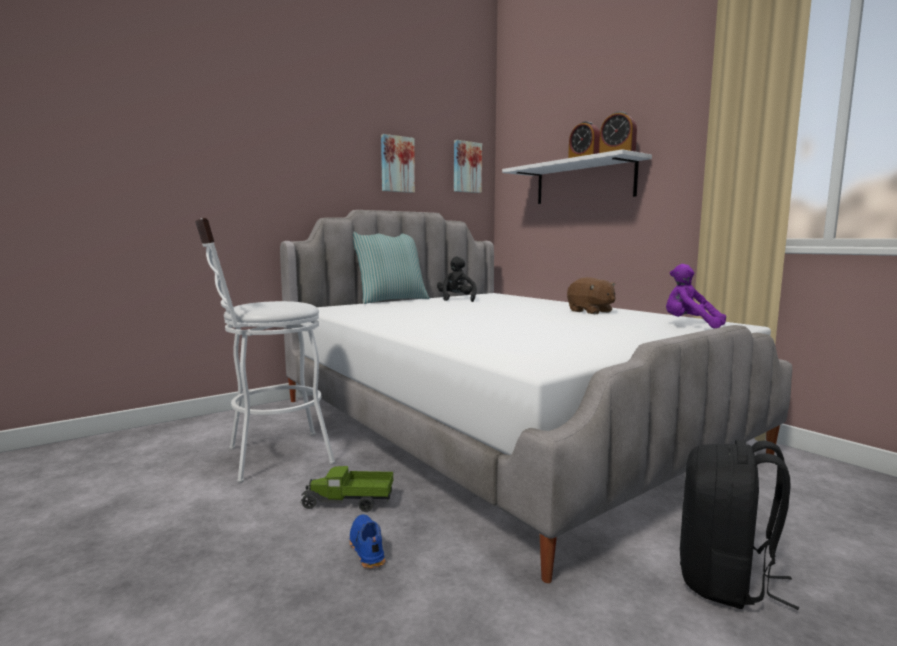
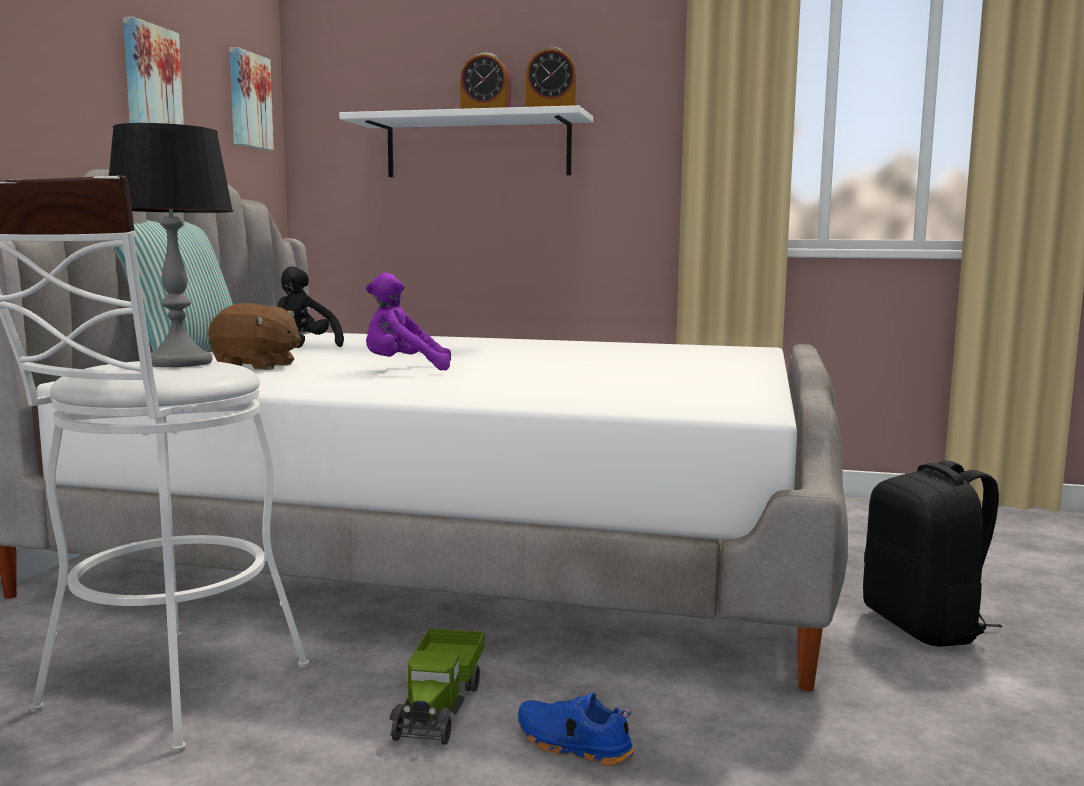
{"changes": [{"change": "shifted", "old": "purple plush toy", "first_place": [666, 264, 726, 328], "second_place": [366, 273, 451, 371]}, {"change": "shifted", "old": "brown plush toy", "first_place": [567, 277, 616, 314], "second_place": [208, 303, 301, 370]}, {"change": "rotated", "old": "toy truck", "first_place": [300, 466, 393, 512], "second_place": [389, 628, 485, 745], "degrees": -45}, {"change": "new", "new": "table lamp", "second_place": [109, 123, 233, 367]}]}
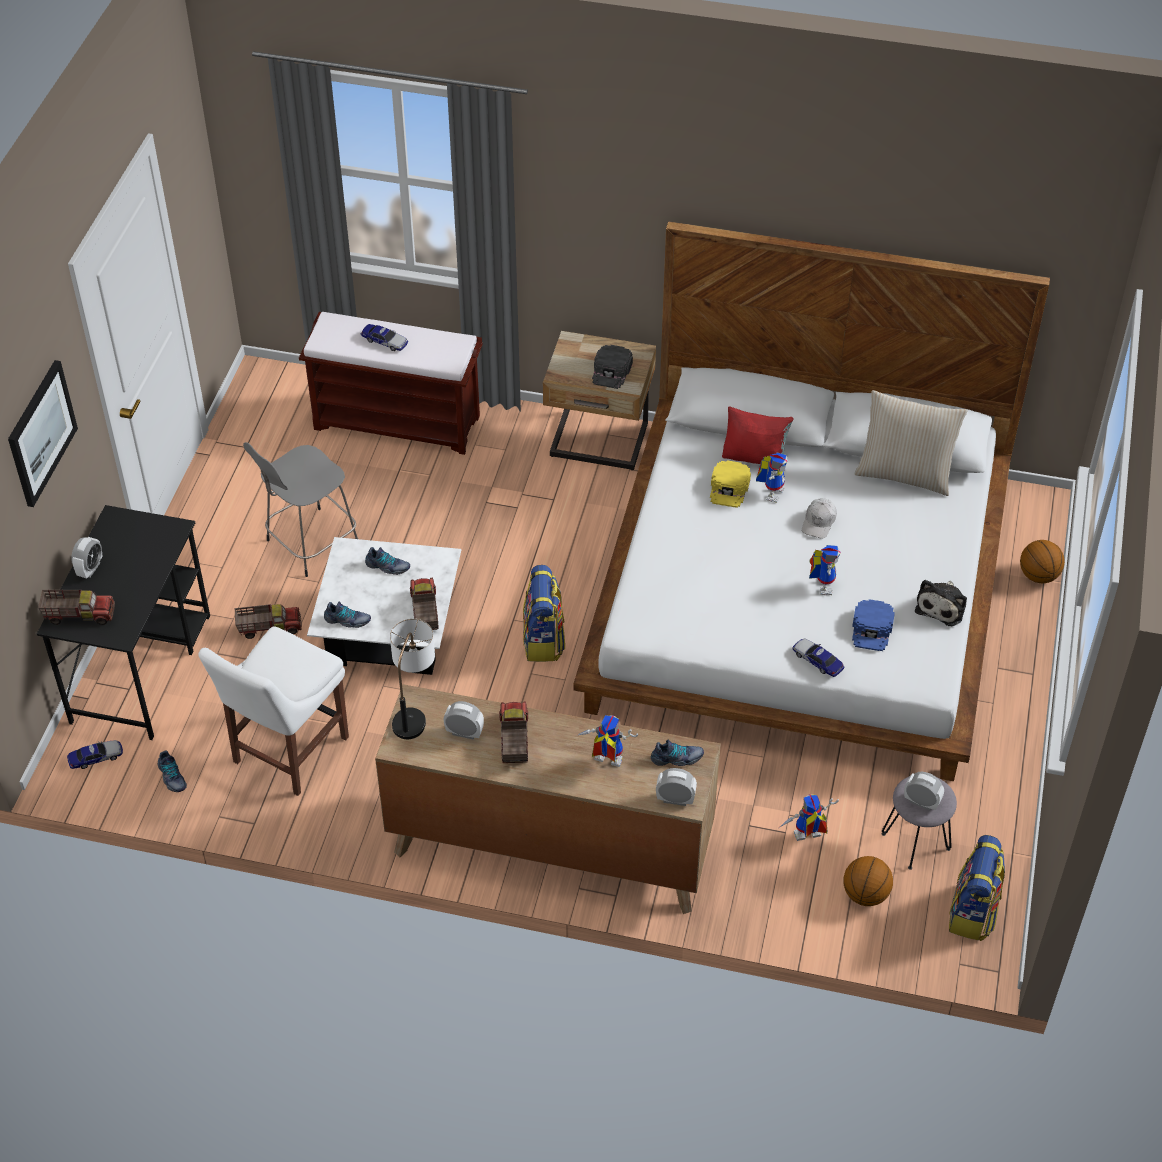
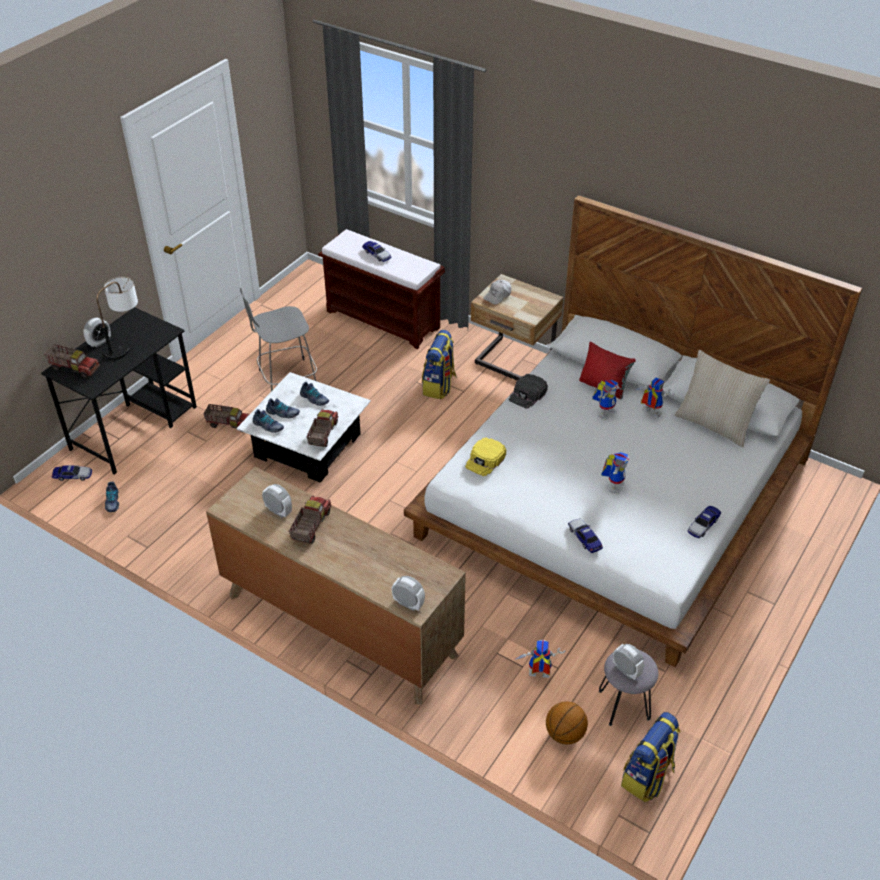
{"changes": [{"change": "shifted", "old": "black cap", "first_place": [592, 345, 633, 389], "second_place": [509, 374, 548, 409]}, {"change": "gone", "old": "picture", "first_place": [8, 360, 78, 507]}, {"change": "shifted", "old": "yellow cap", "first_place": [710, 460, 751, 508], "second_place": [465, 438, 506, 476]}, {"change": "shifted", "old": "white cap", "first_place": [802, 498, 837, 539], "second_place": [483, 280, 511, 305]}, {"change": "gone", "old": "basketball", "first_place": [1020, 540, 1065, 583]}, {"change": "shifted", "old": "backpack", "first_place": [523, 565, 565, 662], "second_place": [422, 330, 457, 400]}, {"change": "swapped", "old": "plush toy", "new": "toy car", "first_place": [915, 580, 967, 626], "second_place": [688, 506, 721, 538]}, {"change": "gone", "old": "blue cap", "first_place": [852, 599, 895, 651]}, {"change": "shifted", "old": "table lamp", "first_place": [390, 619, 435, 739], "second_place": [96, 277, 138, 360]}, {"change": "gone", "old": "white chair", "first_place": [198, 626, 349, 796]}, {"change": "shifted", "old": "toy robot", "first_place": [576, 715, 638, 767], "second_place": [635, 377, 675, 418]}, {"change": "shifted", "old": "shoe", "first_place": [651, 740, 704, 766], "second_place": [266, 398, 300, 418]}]}
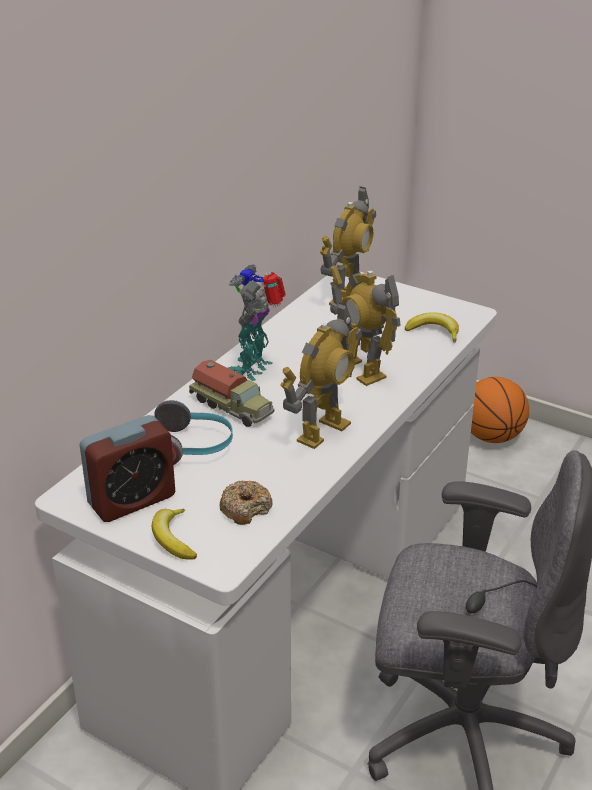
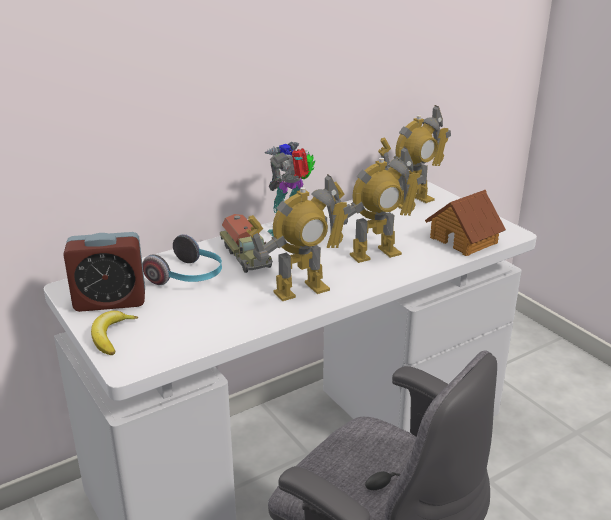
{"changes": [{"change": "rotated", "old": "toy robot", "first_place": [330, 266, 401, 386], "second_place": [333, 146, 424, 263], "degrees": -105}, {"change": "swapped", "old": "banana", "new": "toy house", "first_place": [405, 312, 459, 342], "second_place": [425, 190, 506, 256]}, {"change": "gone", "old": "basketball", "first_place": [471, 377, 529, 443]}, {"change": "gone", "old": "donut", "first_place": [219, 480, 273, 525]}]}
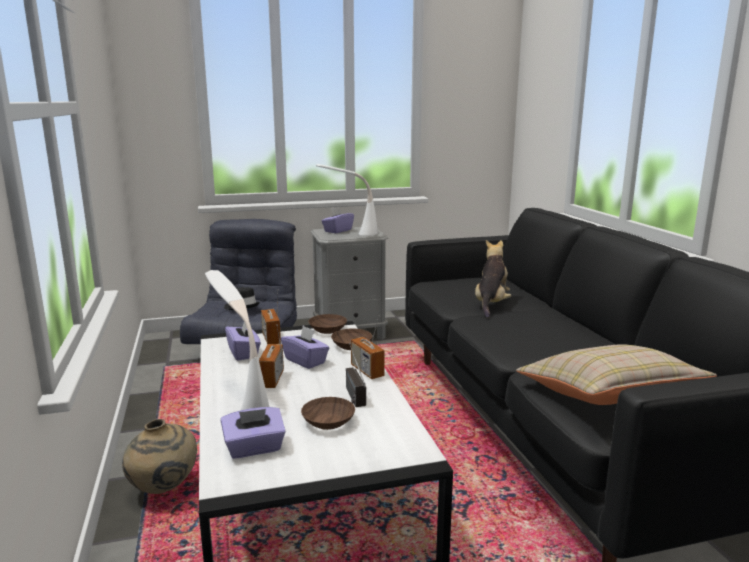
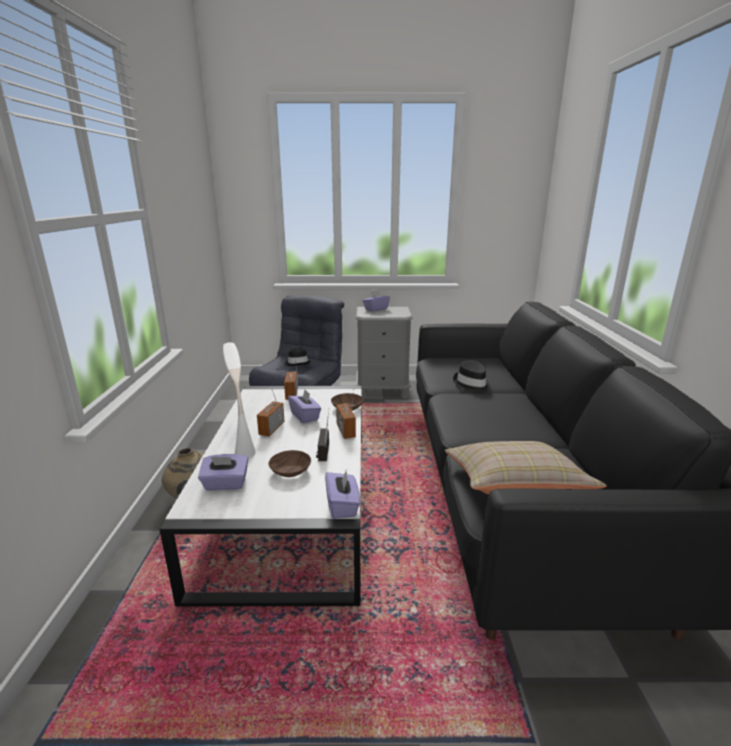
{"changes": [{"change": "gone", "old": "white table lamp", "first_place": [316, 164, 378, 236]}, {"change": "swapped", "old": "plush toy", "new": "black hat", "first_place": [475, 240, 511, 318], "second_place": [453, 360, 491, 393]}, {"change": "gone", "old": "brown bowl", "first_place": [309, 314, 347, 334]}, {"change": "shifted", "old": "purple tissue box", "first_place": [225, 322, 261, 361], "second_place": [325, 468, 360, 519]}]}
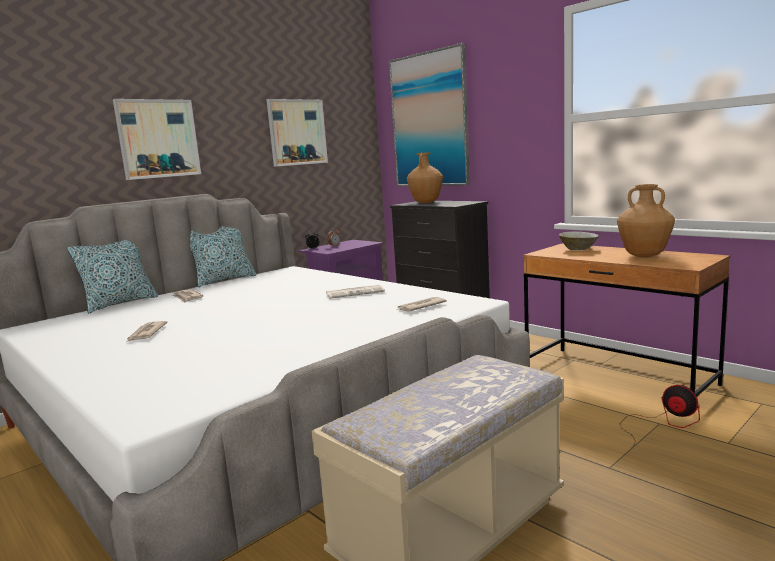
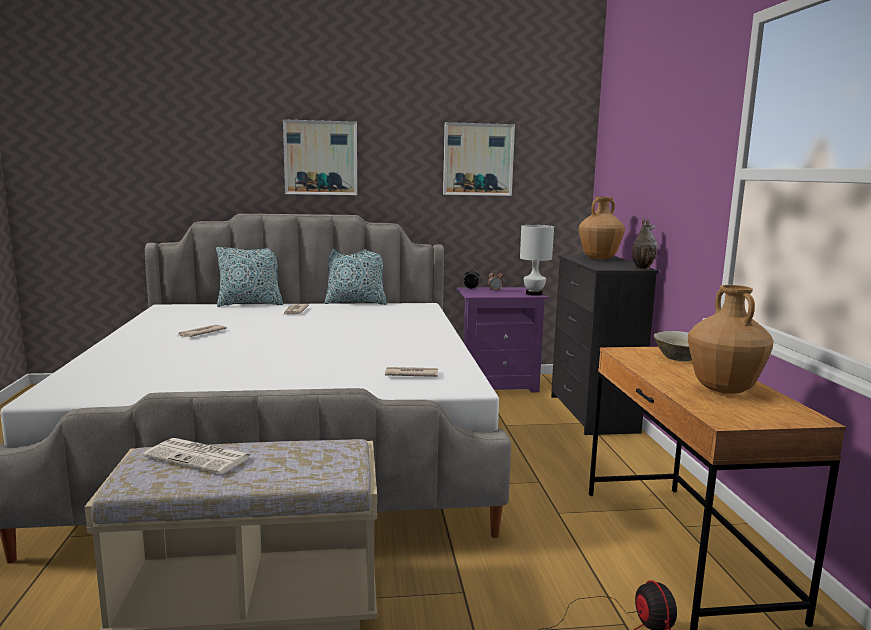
{"changes": [{"change": "gone", "old": "picture", "first_place": [389, 43, 470, 186]}, {"change": "shifted", "old": "newspaper", "first_place": [326, 285, 385, 299], "second_place": [143, 438, 252, 474]}, {"change": "new", "new": "vase", "second_place": [631, 218, 657, 270]}, {"change": "new", "new": "white table lamp", "second_place": [520, 225, 554, 296]}]}
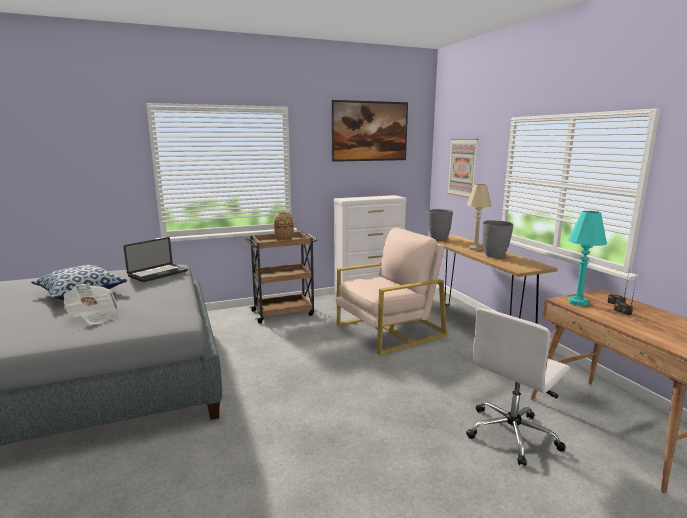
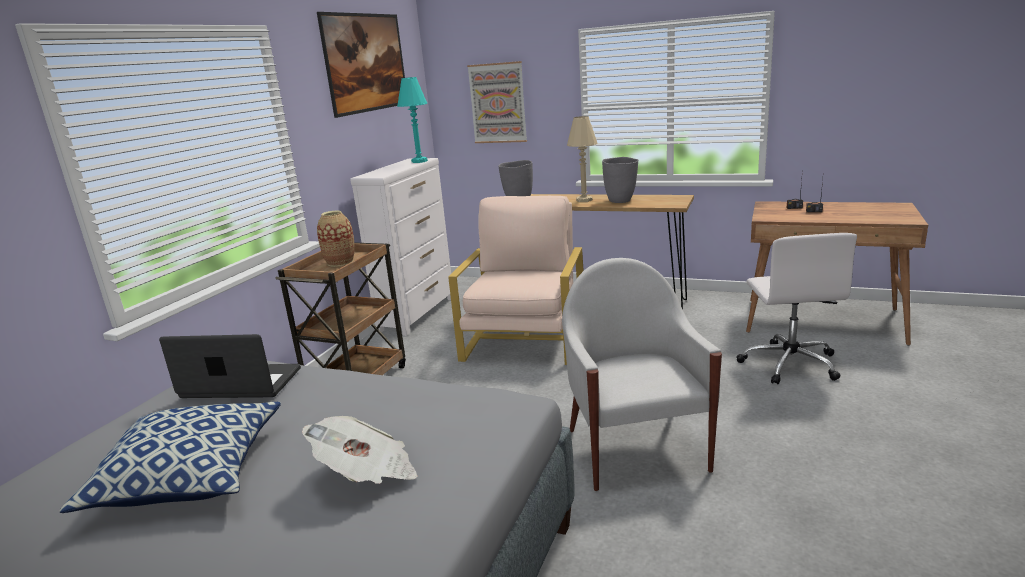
{"changes": [{"change": "shifted", "old": "turquoise table lamp", "first_place": [568, 211, 607, 306], "second_place": [397, 77, 428, 163]}, {"change": "rotated", "old": "laptop", "first_place": [123, 237, 188, 282], "second_place": [159, 334, 301, 398], "degrees": -75}, {"change": "new", "new": "white armchair", "second_place": [562, 258, 722, 491]}]}
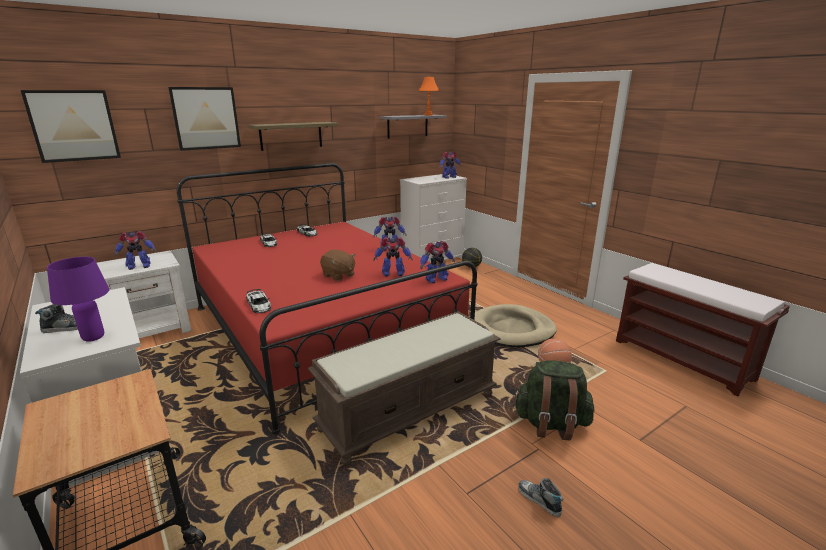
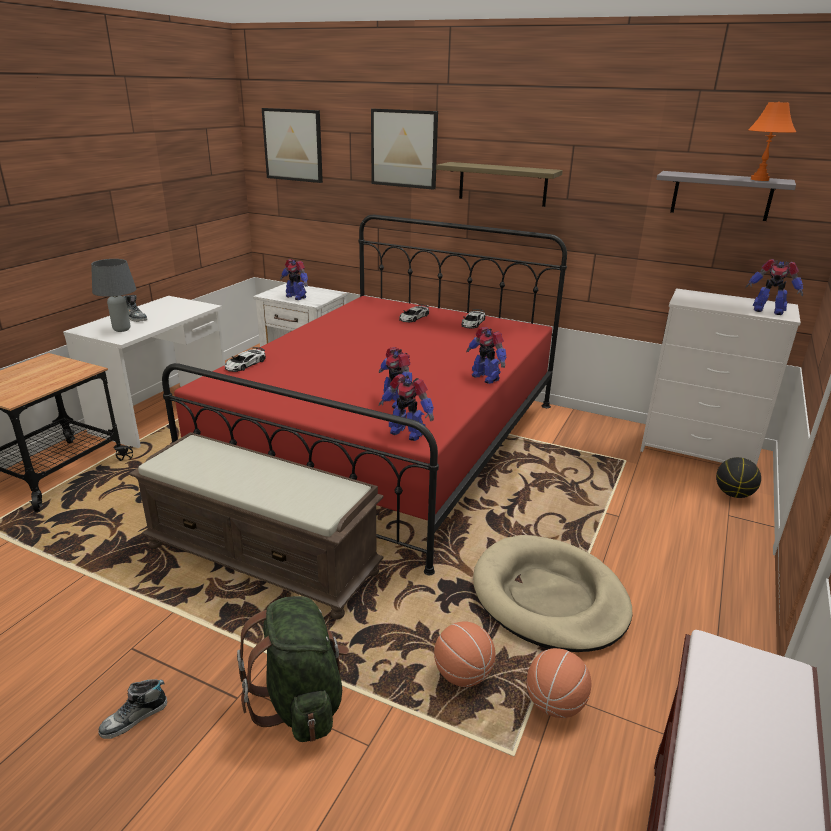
{"changes": [{"change": "gone", "old": "brown plush toy", "first_place": [320, 250, 355, 281]}, {"change": "repainted", "old": "purple table lamp", "new": "grey table lamp", "first_place": [47, 257, 109, 342], "second_place": [91, 259, 136, 332]}, {"change": "rotated", "old": "shoe", "first_place": [518, 478, 563, 517], "second_place": [98, 679, 167, 739], "degrees": -150}, {"change": "new", "new": "basketball", "second_place": [527, 648, 591, 718]}]}
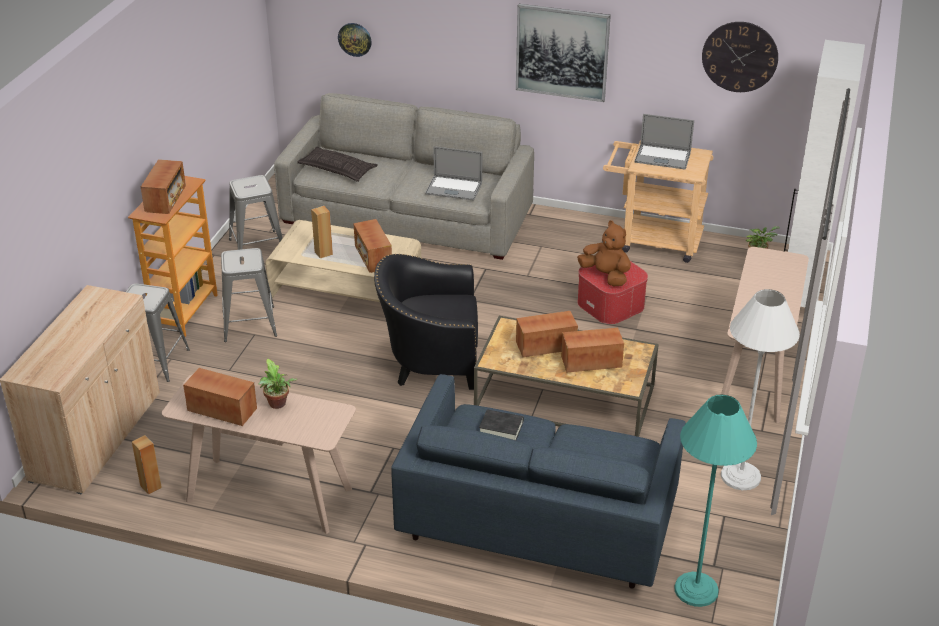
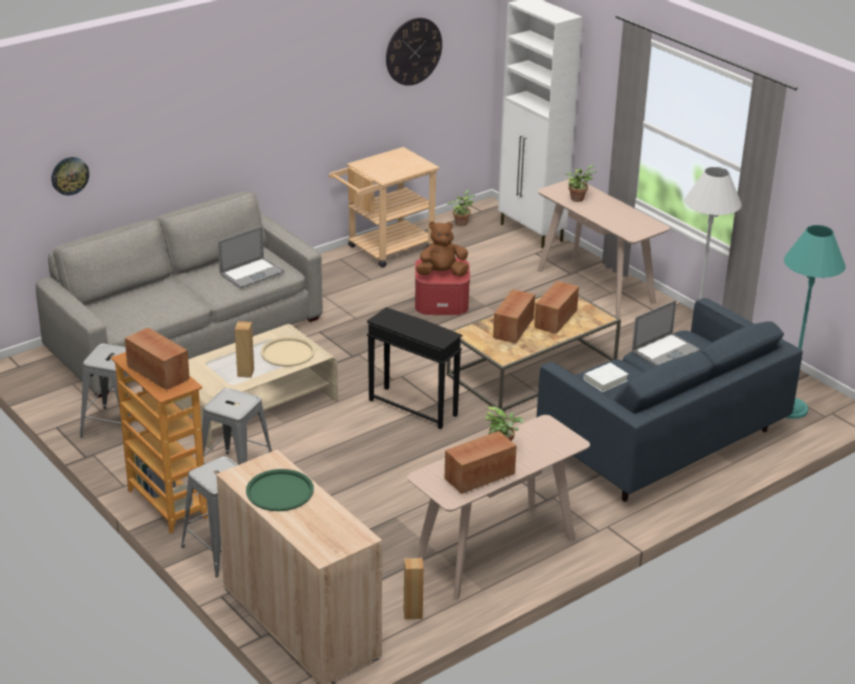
{"changes": [{"change": "gone", "old": "picture", "first_place": [516, 4, 611, 102]}, {"change": "shifted", "old": "laptop", "first_place": [635, 114, 694, 169], "second_place": [632, 300, 700, 366]}, {"change": "gone", "old": "pillow", "first_place": [298, 147, 378, 182]}, {"change": "swapped", "old": "radio", "new": "beige tray", "first_place": [353, 219, 392, 273], "second_place": [261, 337, 315, 367]}, {"change": "swapped", "old": "black armchair", "new": "black side table", "first_place": [374, 254, 478, 390], "second_place": [367, 307, 462, 429]}, {"change": "repainted", "old": "black book", "new": "white book", "first_place": [479, 409, 524, 441], "second_place": [584, 363, 629, 392]}, {"change": "new", "new": "potted plant", "second_place": [565, 165, 596, 202]}, {"change": "new", "new": "green tray", "second_place": [246, 469, 314, 511]}]}
